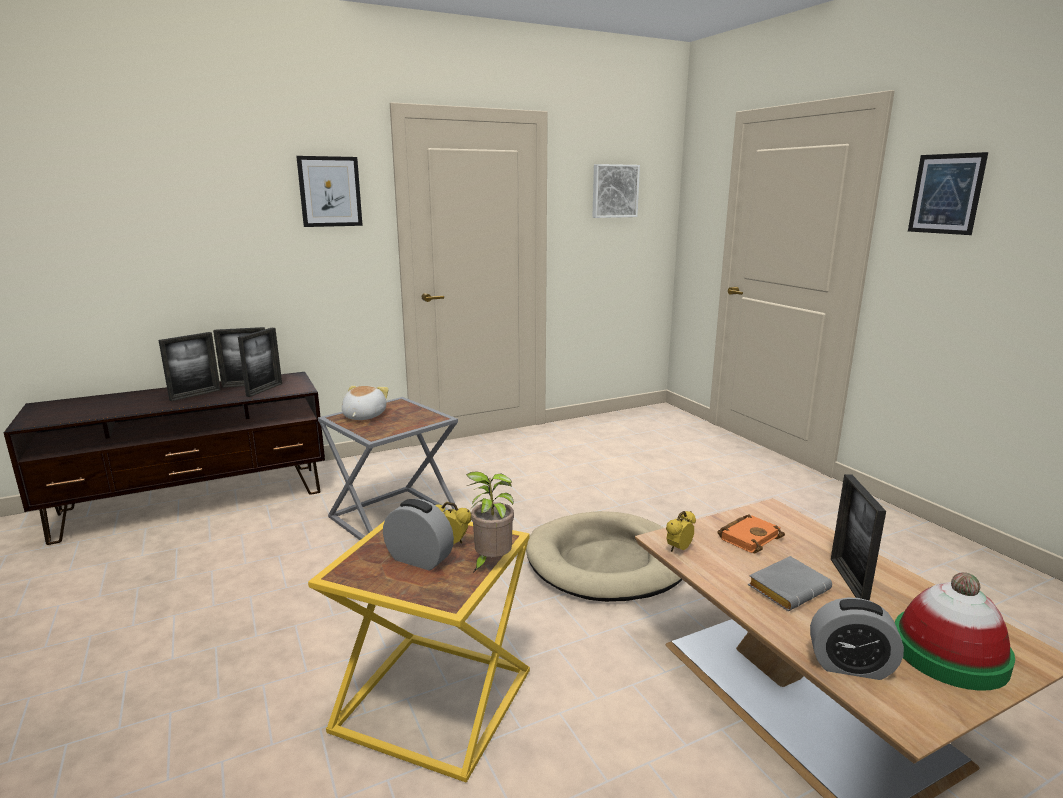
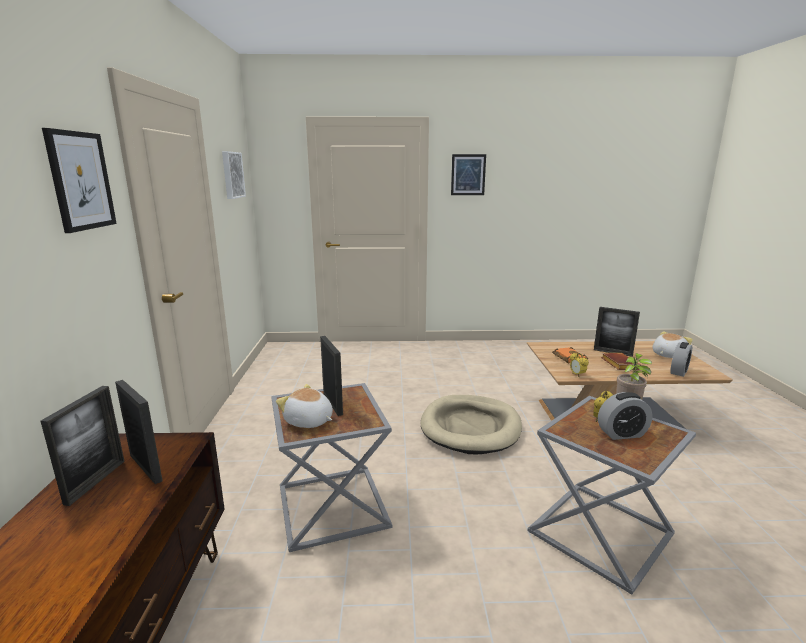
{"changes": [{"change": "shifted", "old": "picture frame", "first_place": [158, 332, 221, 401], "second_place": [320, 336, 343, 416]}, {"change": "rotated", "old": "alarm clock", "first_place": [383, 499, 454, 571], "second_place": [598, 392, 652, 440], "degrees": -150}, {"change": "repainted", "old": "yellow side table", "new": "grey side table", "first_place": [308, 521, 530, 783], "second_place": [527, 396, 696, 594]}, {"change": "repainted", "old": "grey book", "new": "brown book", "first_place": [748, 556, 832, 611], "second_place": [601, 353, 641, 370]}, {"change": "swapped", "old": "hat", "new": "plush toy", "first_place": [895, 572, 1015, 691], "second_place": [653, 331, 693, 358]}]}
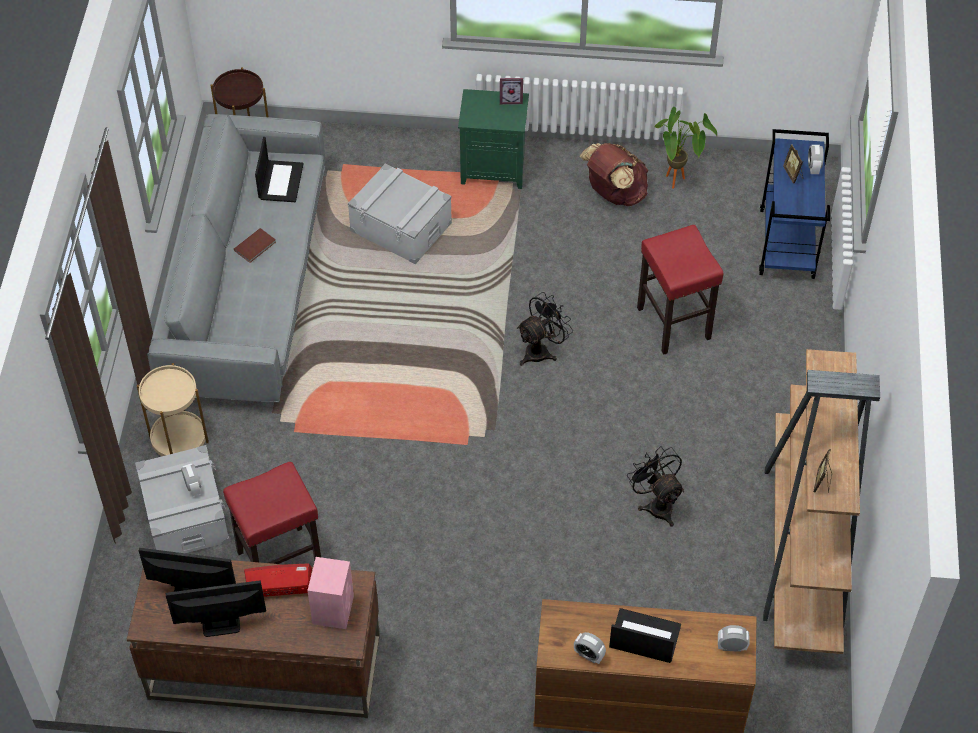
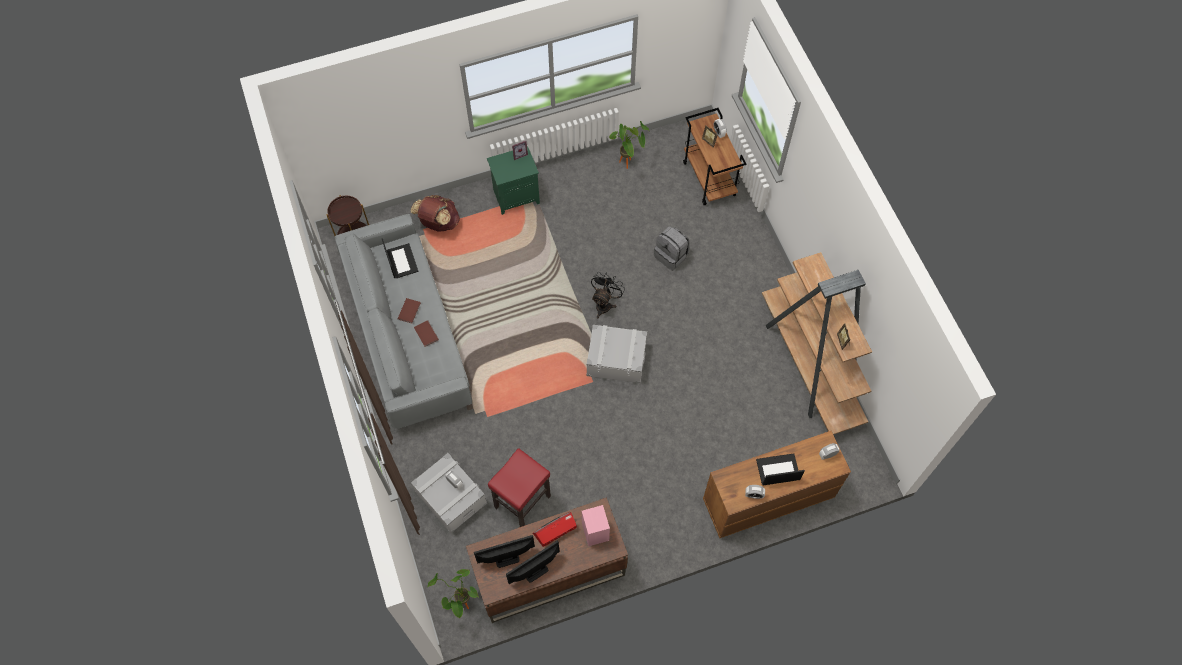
{"changes": [{"change": "repainted", "old": "blue cart", "new": "brown cart", "first_place": [759, 129, 830, 279], "second_place": [683, 108, 747, 205]}, {"change": "shifted", "old": "brown backpack", "first_place": [580, 143, 648, 206], "second_place": [410, 195, 460, 232]}, {"change": "shifted", "old": "grey storage box", "first_place": [348, 163, 452, 264], "second_place": [586, 325, 647, 383]}, {"change": "swapped", "old": "red stool", "new": "grey backpack", "first_place": [637, 225, 724, 355], "second_place": [654, 226, 690, 271]}, {"change": "gone", "old": "beige side table", "first_place": [137, 363, 209, 456]}, {"change": "gone", "old": "black fan", "first_place": [627, 446, 684, 527]}, {"change": "new", "new": "brown book", "second_place": [414, 320, 439, 347]}, {"change": "new", "new": "potted plant", "second_place": [427, 569, 478, 618]}]}
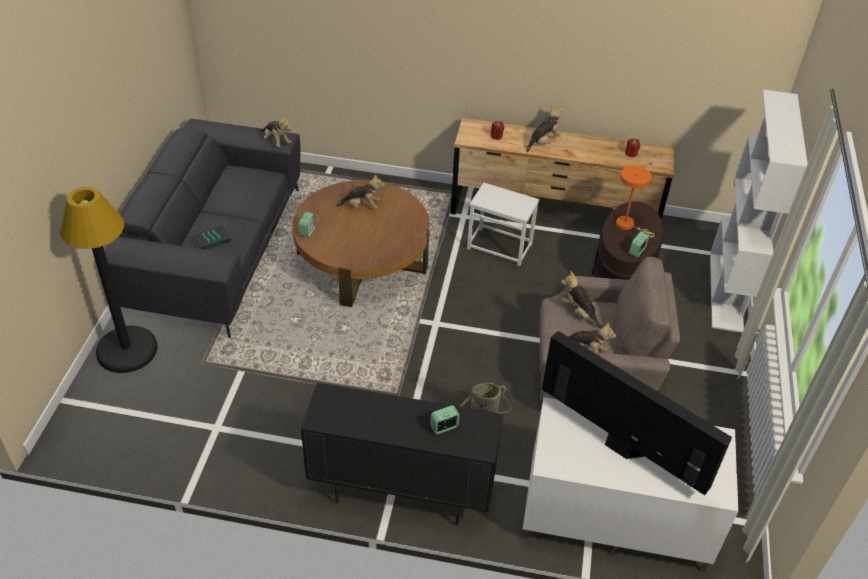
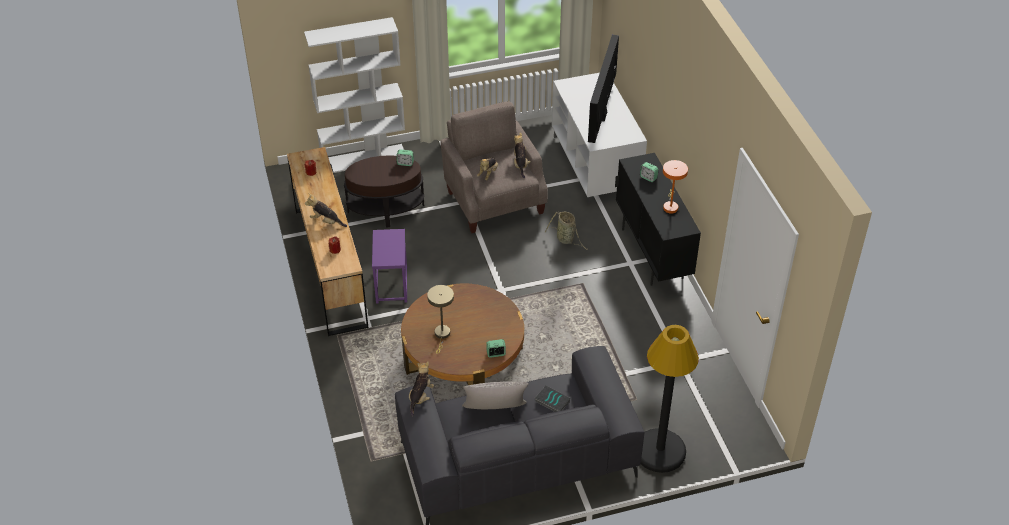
{"changes": [{"change": "shifted", "old": "orange table lamp", "first_place": [616, 165, 654, 237], "second_place": [663, 160, 688, 214]}, {"change": "swapped", "old": "plush toy", "new": "beige table lamp", "first_place": [337, 174, 385, 208], "second_place": [427, 285, 454, 353]}, {"change": "repainted", "old": "white side table", "new": "purple side table", "first_place": [467, 183, 539, 266], "second_place": [372, 229, 407, 304]}, {"change": "new", "new": "grey pillow", "second_place": [462, 382, 529, 409]}]}
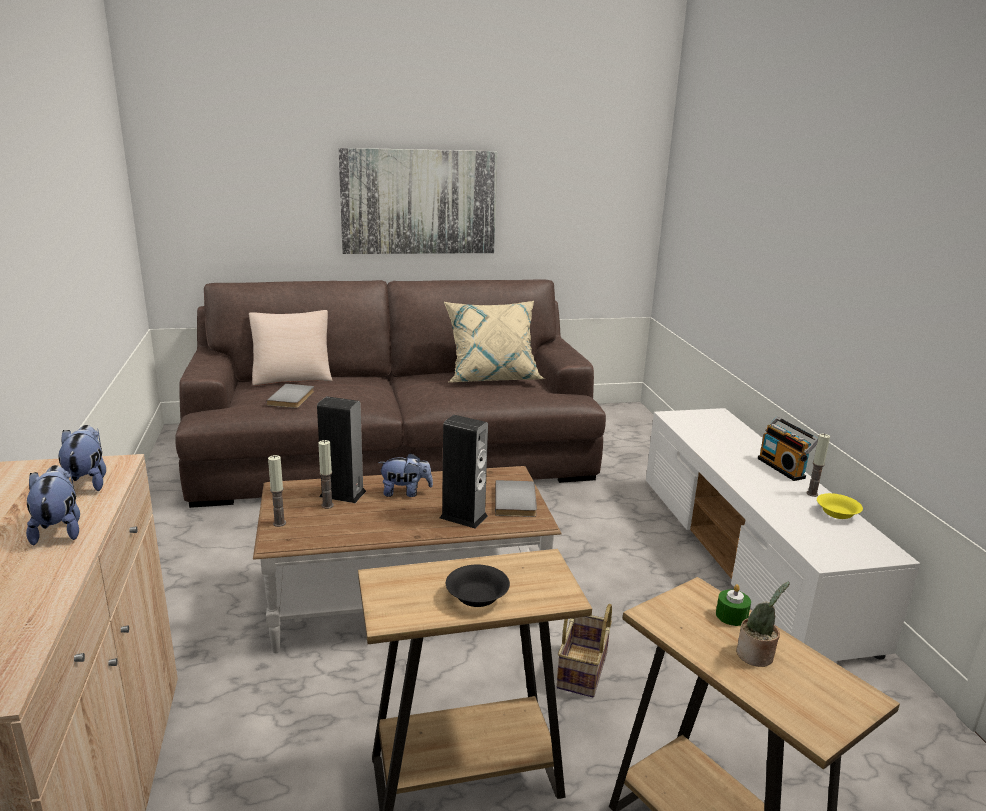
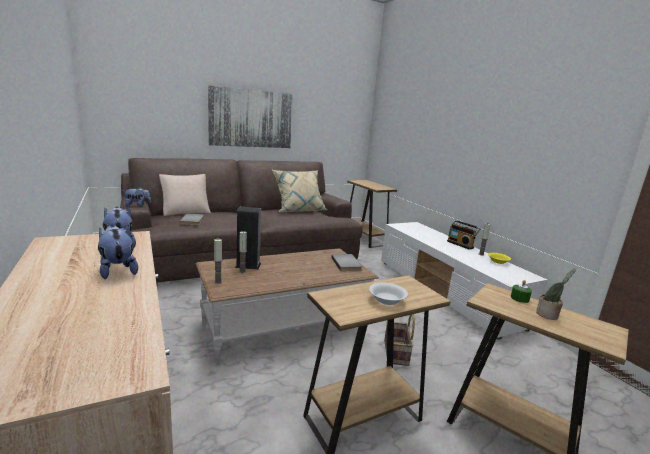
{"changes": [{"change": "gone", "old": "speaker", "first_place": [439, 415, 488, 529]}, {"change": "shifted", "old": "plush toy", "first_place": [378, 453, 433, 497], "second_place": [122, 187, 151, 207]}, {"change": "repainted", "old": "black bowl", "new": "white bowl", "first_place": [446, 564, 510, 607], "second_place": [369, 283, 408, 305]}, {"change": "new", "new": "brown side table", "second_place": [347, 180, 397, 248]}]}
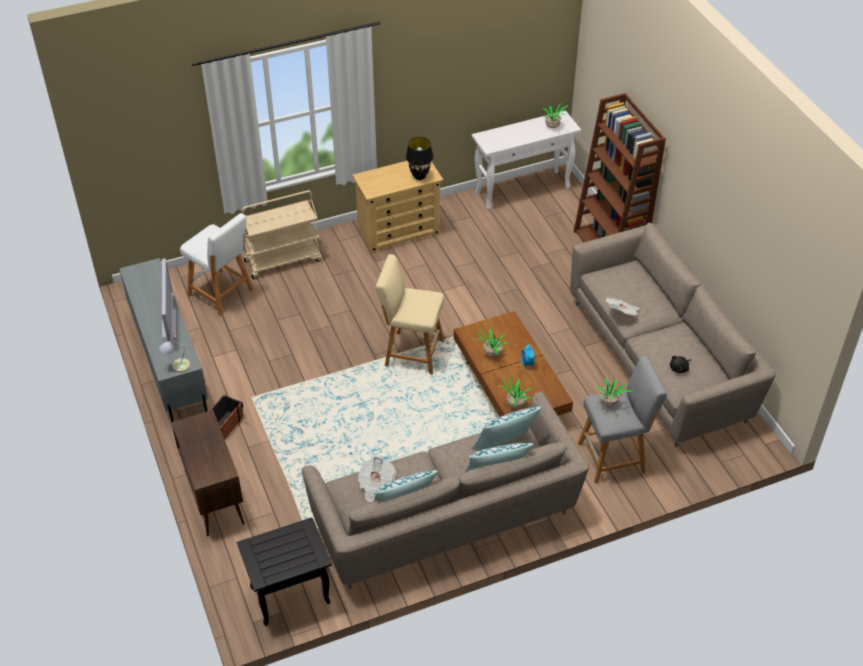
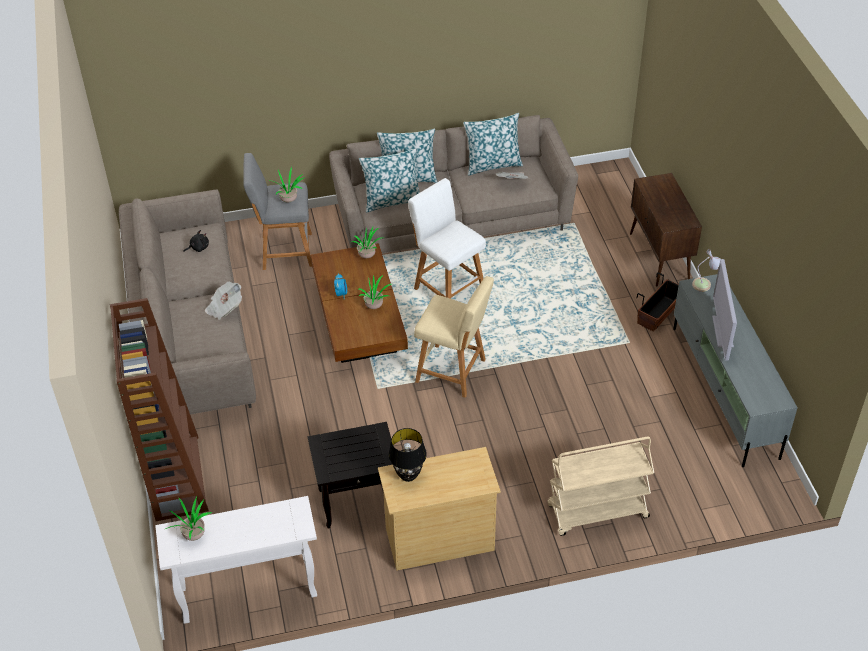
{"changes": [{"change": "shifted", "old": "white stool", "first_place": [180, 213, 254, 316], "second_place": [408, 178, 486, 299]}, {"change": "shifted", "old": "black side table", "first_place": [237, 517, 332, 626], "second_place": [308, 422, 393, 529]}]}
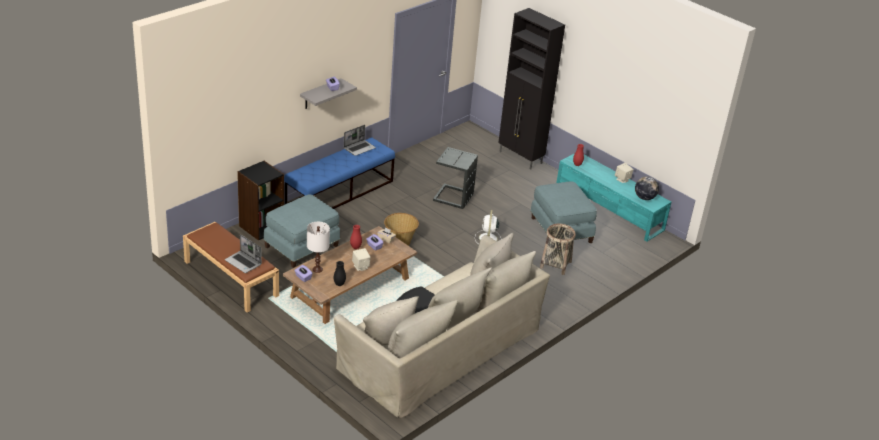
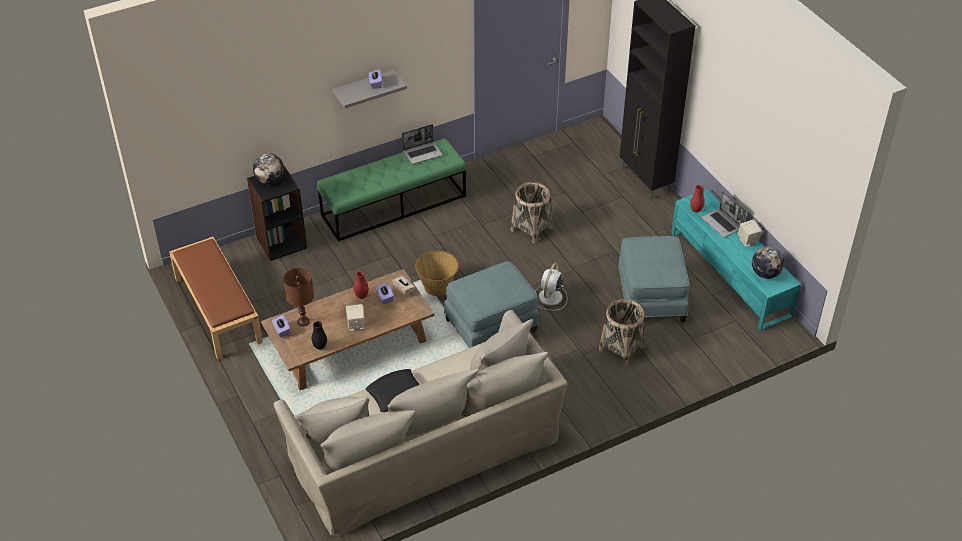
{"changes": [{"change": "repainted", "old": "blue bench", "new": "green bench", "first_place": [284, 138, 395, 209], "second_place": [317, 138, 466, 242]}, {"change": "swapped", "old": "grey side table", "new": "basket", "first_place": [433, 147, 478, 209], "second_place": [511, 182, 553, 244]}, {"change": "shifted", "old": "blue ottoman", "first_place": [264, 194, 340, 268], "second_place": [444, 261, 539, 348]}, {"change": "repainted", "old": "white table lamp", "new": "brown table lamp", "first_place": [307, 222, 330, 273], "second_place": [283, 268, 314, 326]}, {"change": "shifted", "old": "laptop", "first_place": [225, 234, 262, 273], "second_place": [701, 191, 746, 237]}, {"change": "new", "new": "globe", "second_place": [253, 153, 284, 184]}]}
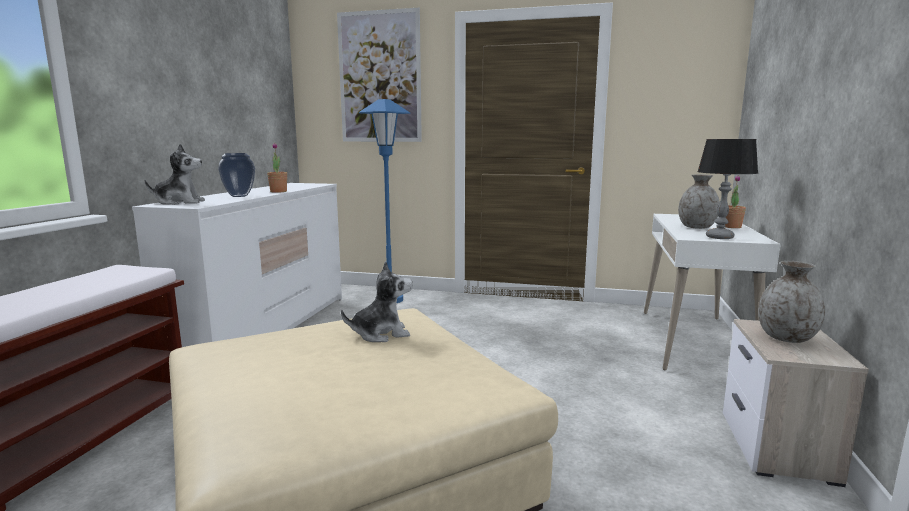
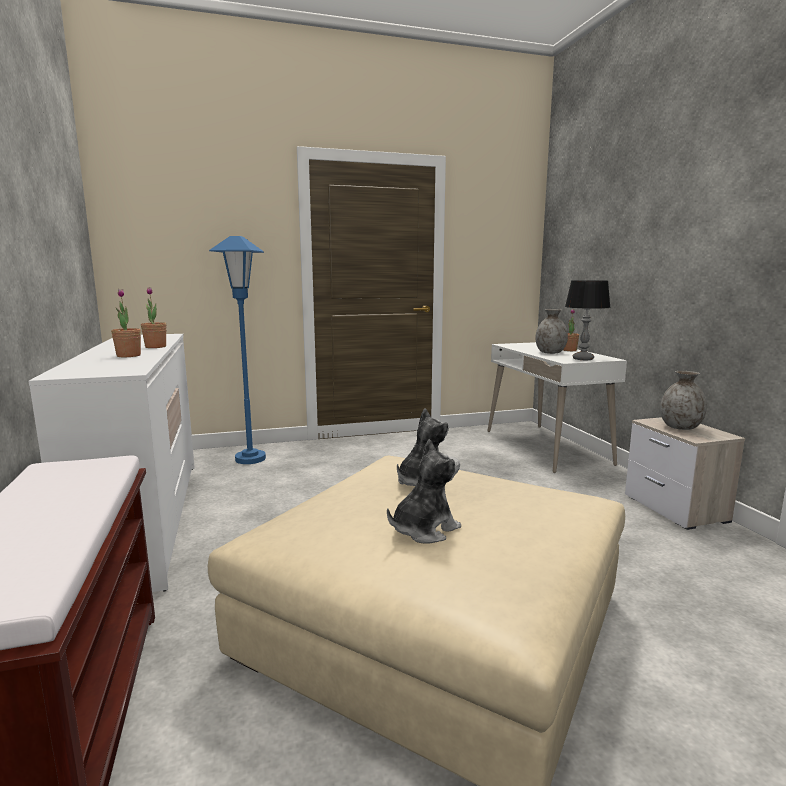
{"changes": [{"change": "gone", "old": "picture", "first_place": [337, 8, 422, 142]}, {"change": "shifted", "old": "plush toy", "first_place": [145, 144, 205, 205], "second_place": [387, 439, 461, 544]}, {"change": "swapped", "old": "vase", "new": "potted plant", "first_place": [218, 153, 255, 197], "second_place": [111, 289, 141, 357]}]}
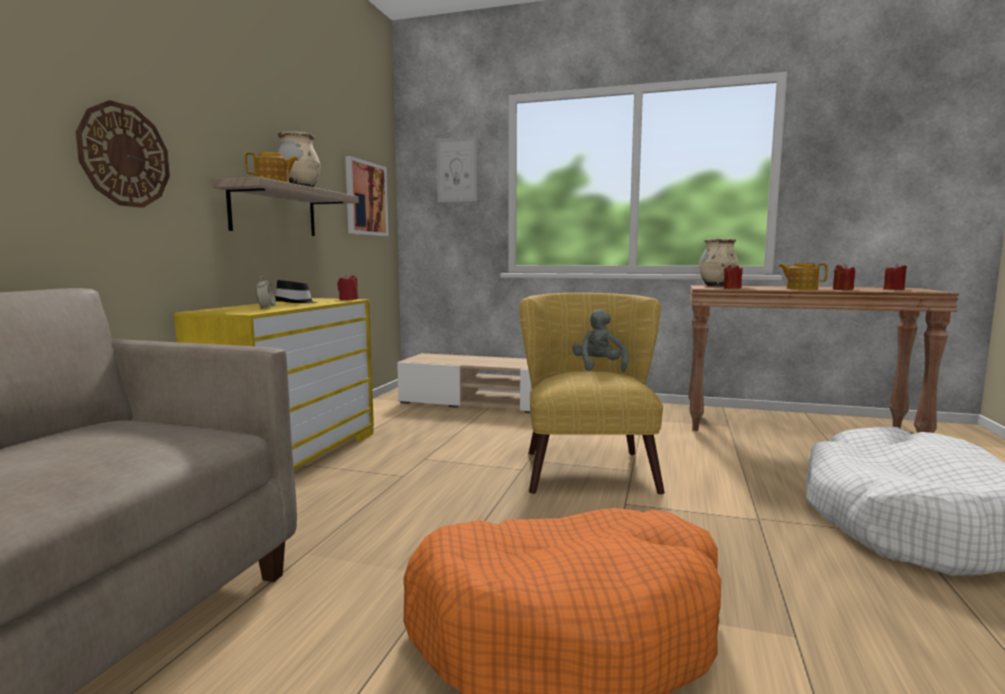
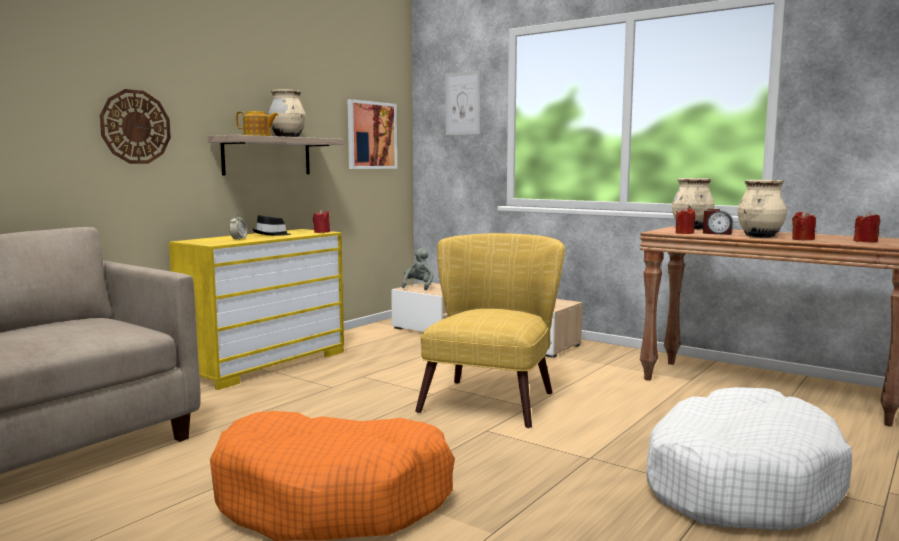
{"changes": [{"change": "swapped", "old": "teapot", "new": "beige vase", "first_place": [778, 263, 828, 290], "second_place": [738, 180, 787, 238]}, {"change": "shifted", "old": "grey plush toy", "first_place": [572, 309, 628, 372], "second_place": [402, 248, 434, 290]}, {"change": "new", "new": "alarm clock", "second_place": [703, 209, 733, 235]}]}
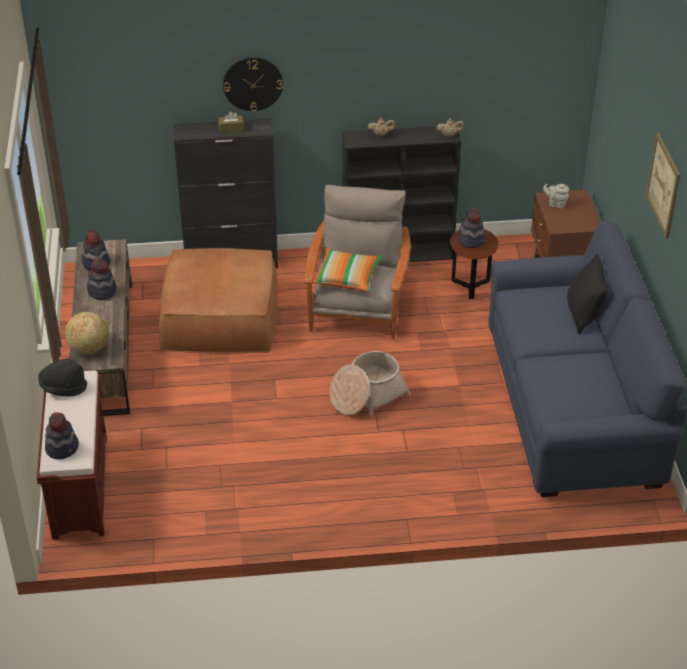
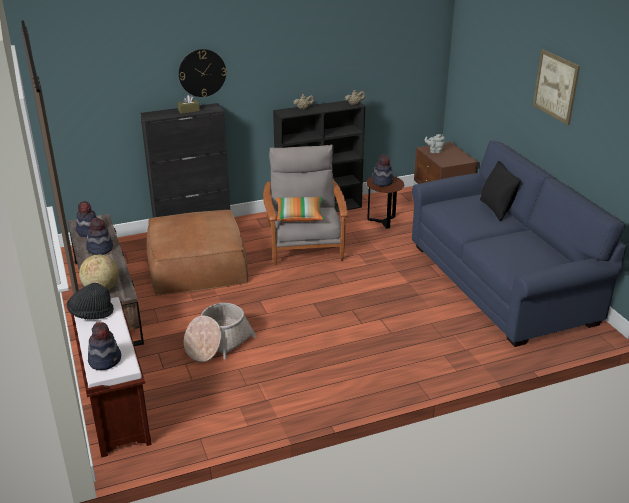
{"changes": [{"change": "shifted", "old": "basket", "first_place": [330, 351, 411, 416], "second_place": [184, 303, 257, 362]}]}
